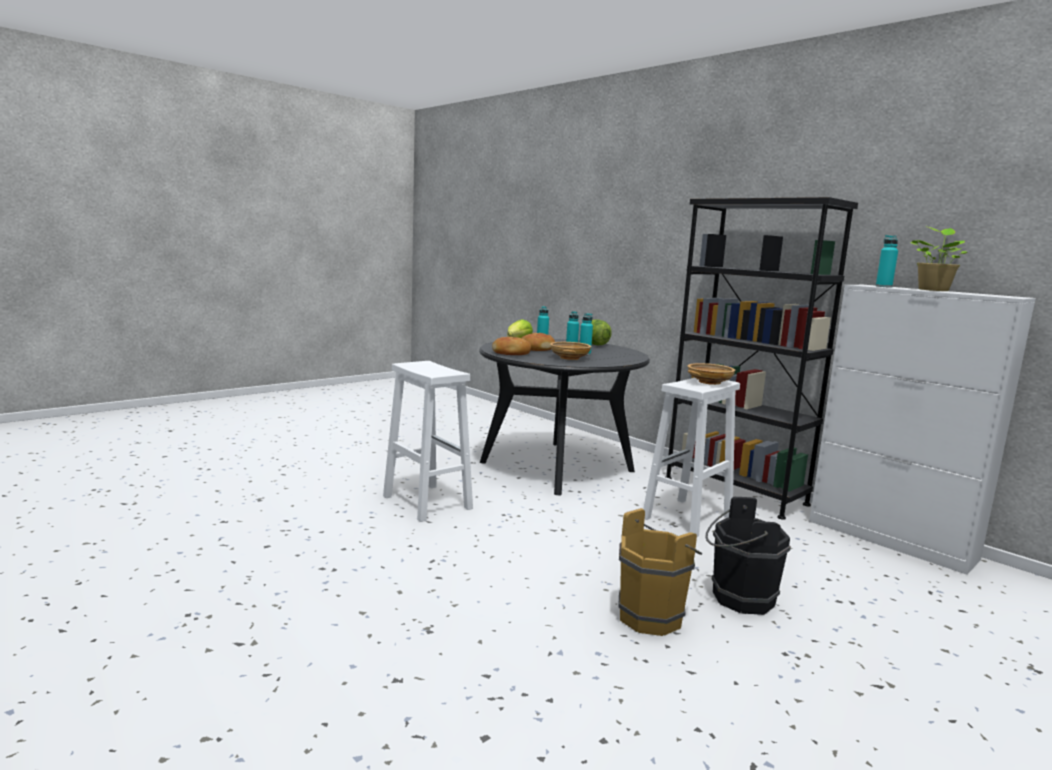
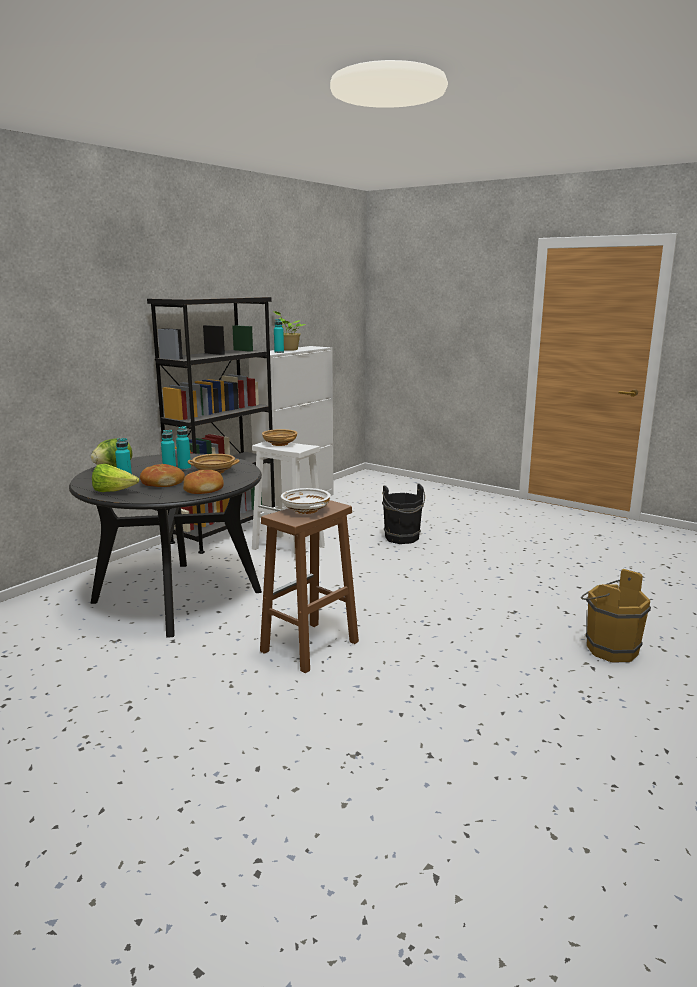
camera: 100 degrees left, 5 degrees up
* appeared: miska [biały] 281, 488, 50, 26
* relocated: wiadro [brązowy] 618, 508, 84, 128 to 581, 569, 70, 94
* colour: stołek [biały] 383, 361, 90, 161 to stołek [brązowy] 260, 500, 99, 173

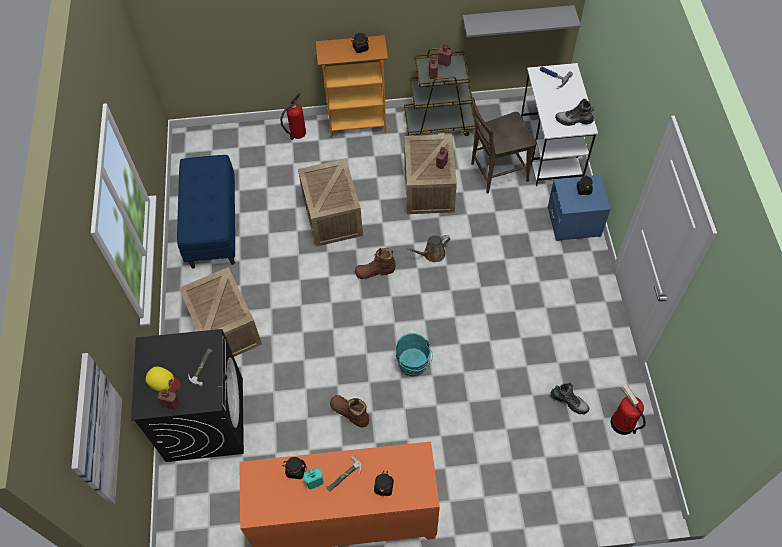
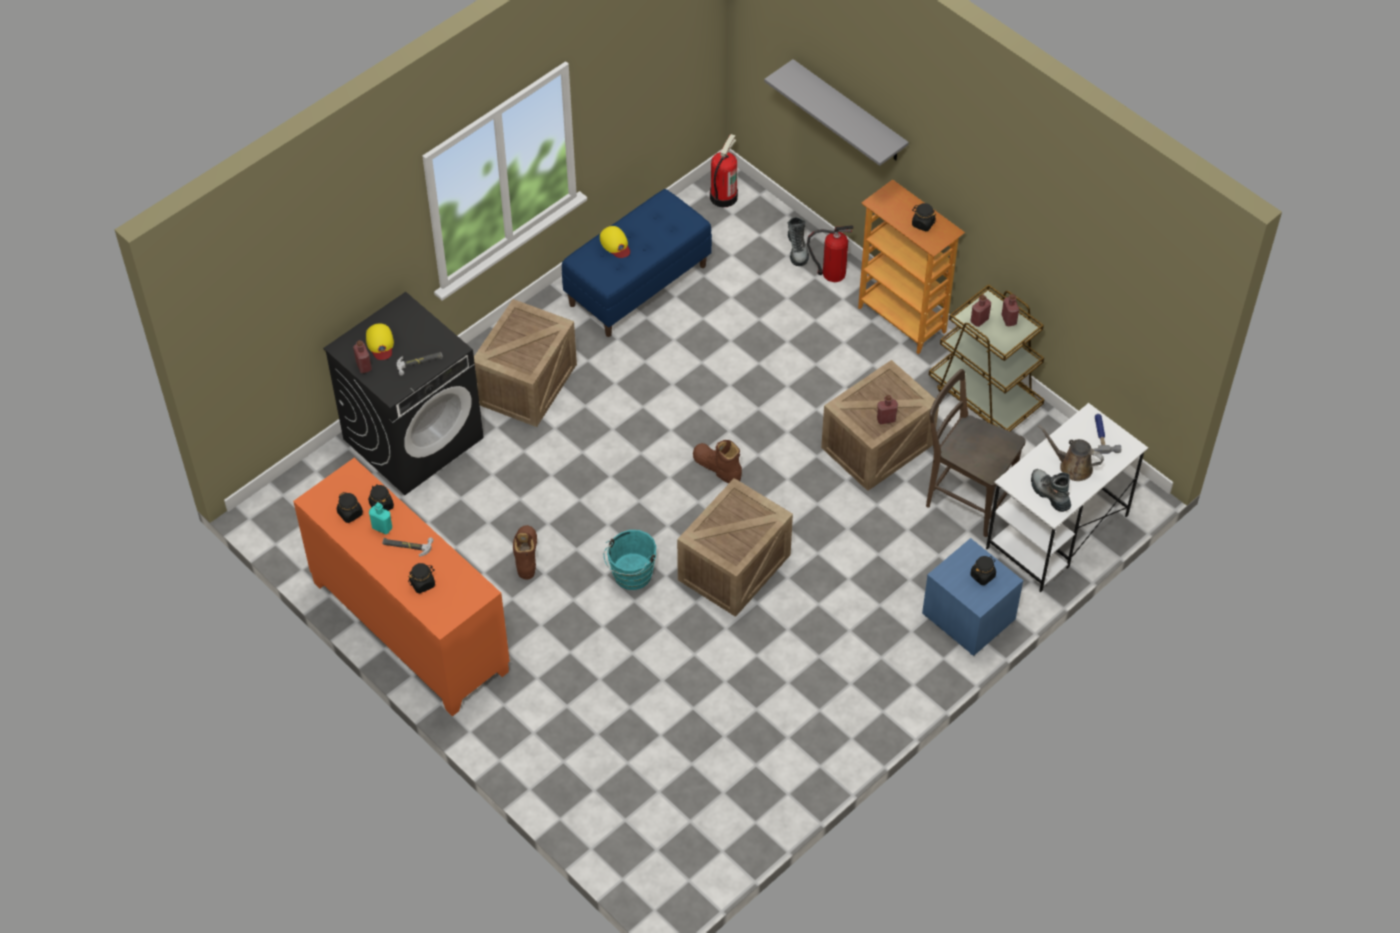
camera: 50 degrees right, 5 degrees down
* missing: obraz 71, 353, 51, 152
* appeared: słoik [czarny] 337, 492, 26, 31
* appeared: czapka z daszkiem [żółty] 600, 226, 30, 32
* relocated: skrzynka 298, 159, 65, 88 to 677, 478, 116, 139
* relocated: konewka [brązowy] 406, 235, 45, 27 to 1038, 425, 66, 56
* relocated: półka [szary] 463, 5, 118, 33 to 764, 59, 145, 107
* relocated: but z cholewką 551, 383, 39, 31 to 788, 217, 21, 49
* relocated: gaśnica 610, 384, 36, 51 to 710, 134, 28, 73

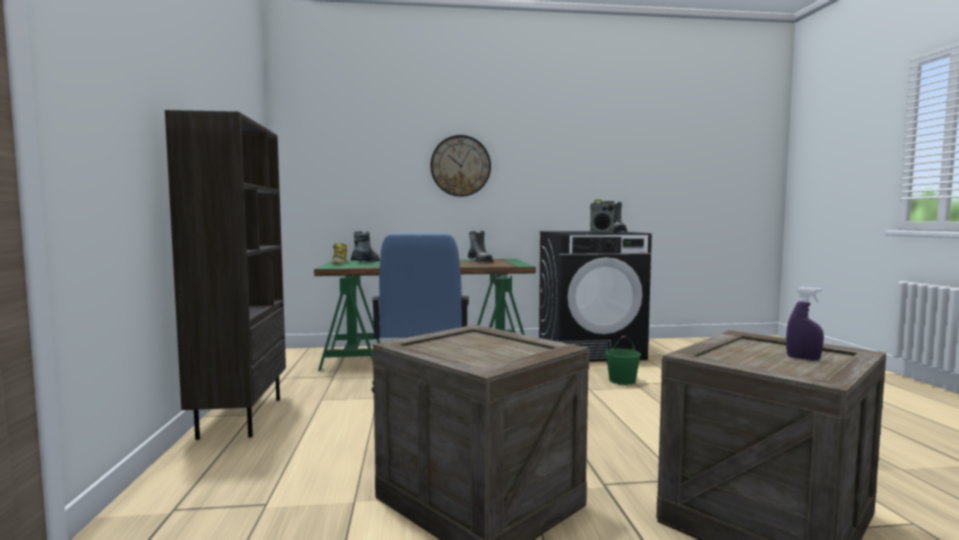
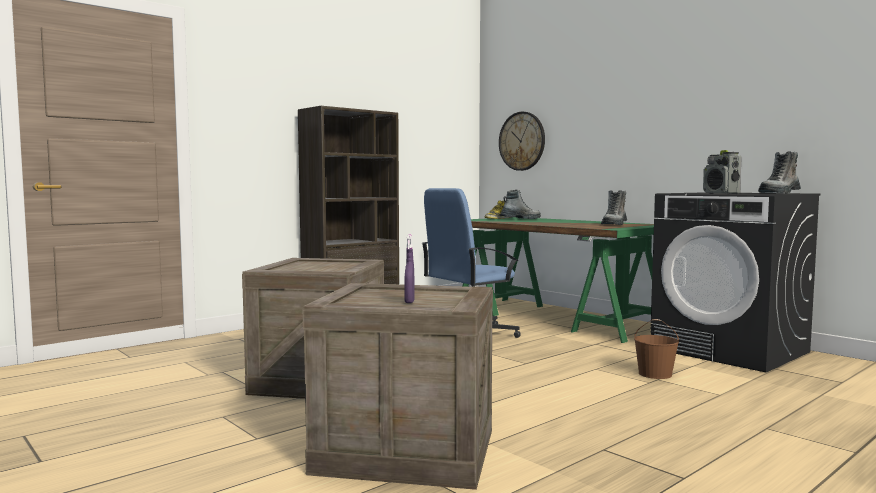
camera: 55 degrees right, 0 degrees up
* relocated: zegar ścienny 430, 135, 61, 62 to 499, 112, 46, 59
* colour: wiadro [zielony] 605, 336, 36, 49 to wiadro [brązowy] 634, 319, 45, 60

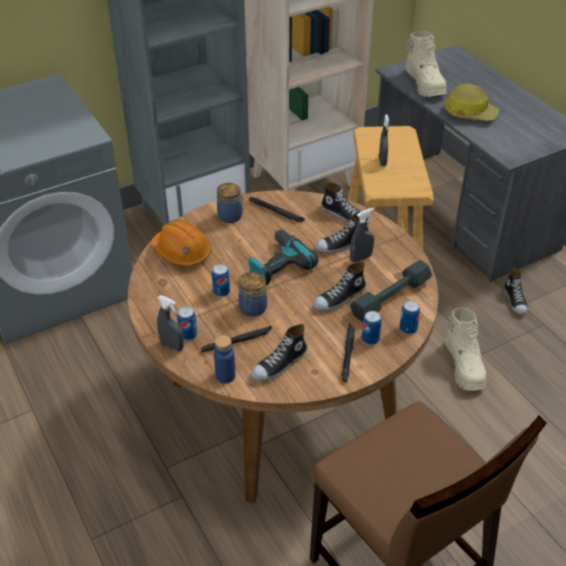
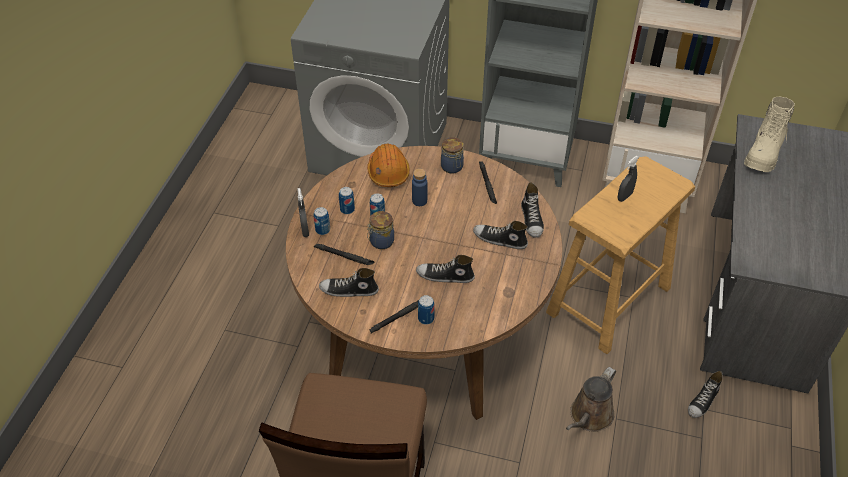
camera: 45 degrees right, 5 degrees up
* missing: wiertarka 249, 229, 70, 57
* missing: spryskiwacz [szary] 350, 208, 24, 54
* missing: hantel [szary] 350, 260, 82, 62
* missing: kask 444, 84, 55, 37
* relocated: butelka [niebieski] 214, 335, 21, 48 to 412, 168, 15, 38
* relocated: puszka 400, 301, 20, 33 to 339, 187, 16, 27
* exchanged: but z cholewką [beżowy] 445, 307, 41, 84 to konewka [brązowy] 566, 367, 50, 65

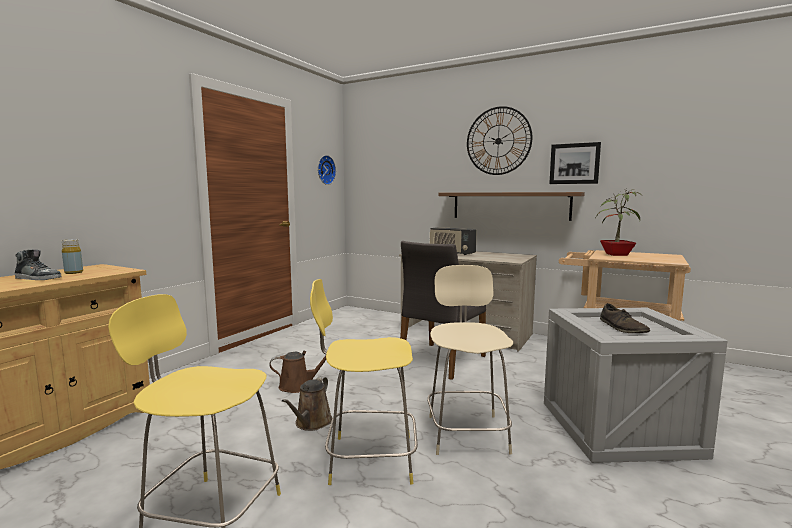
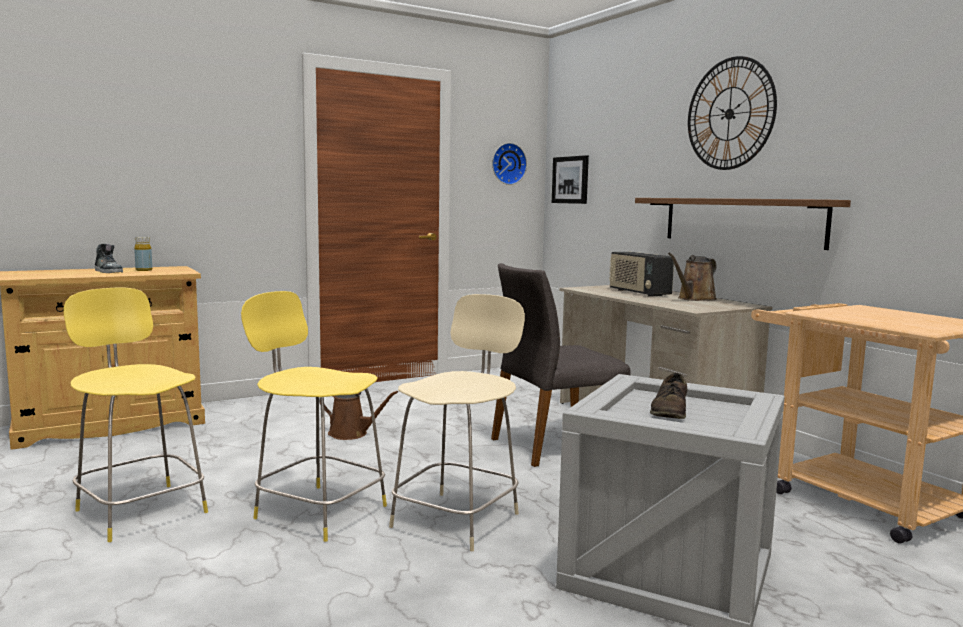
camera: 30 degrees right, 0 degrees up
* missing: roślina doniczkowa 595, 189, 45, 67
* relocated: konewka [brązowy] 282, 377, 50, 54 to 668, 253, 49, 48
* relocated: obraz 549, 142, 52, 42 to 552, 155, 37, 49

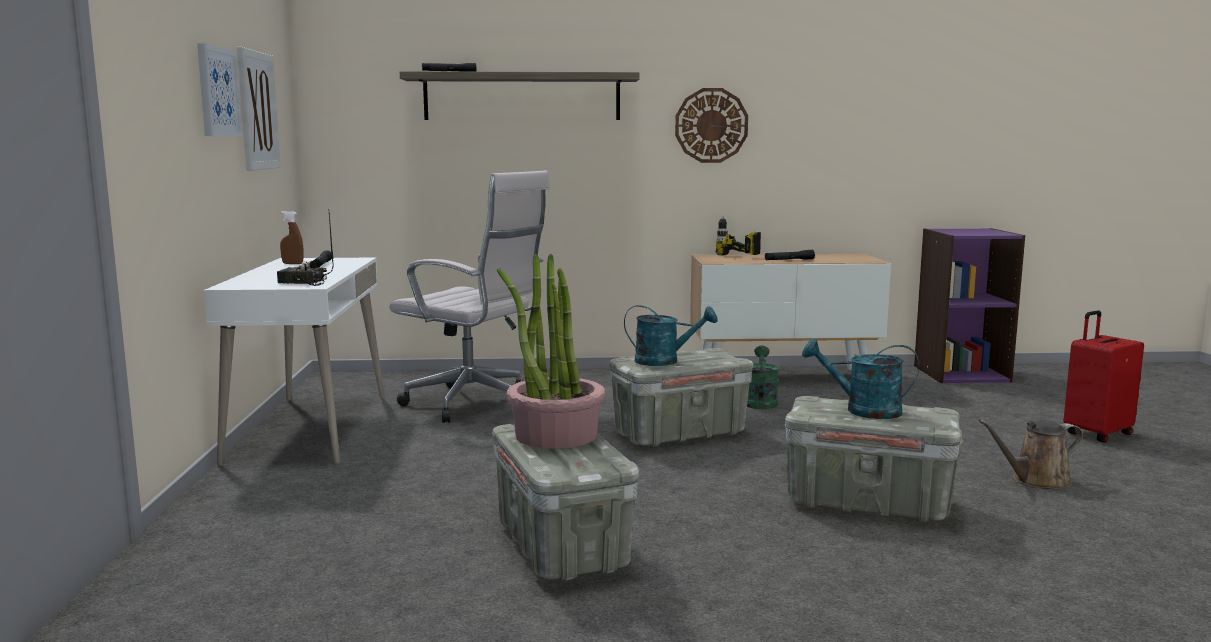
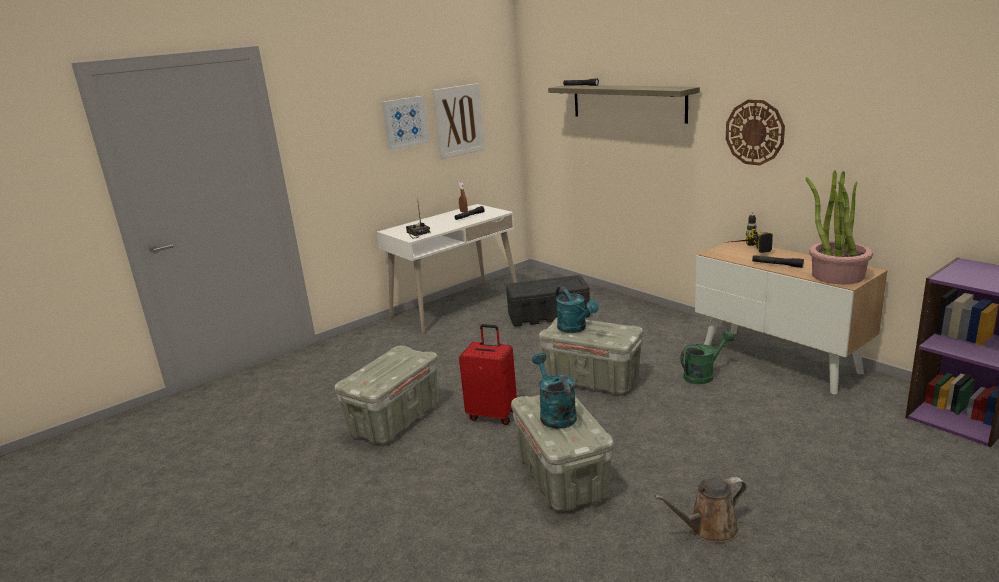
camera: 55 degrees right, 10 degrees up
* relocated: roślina doniczkowa 497, 254, 108, 195 to 805, 170, 68, 114
* relocated: walizka [czerwony] 1063, 310, 81, 133 to 459, 324, 58, 101
* exchanged: krzesło biurowe [biały] 389, 171, 161, 252 to pojemnik do przechowywania [czarny] 506, 275, 84, 52
* spun: konewka [brązowy] 979, 419, 104, 70 = 654, 477, 93, 65 60 degrees counterclockwise

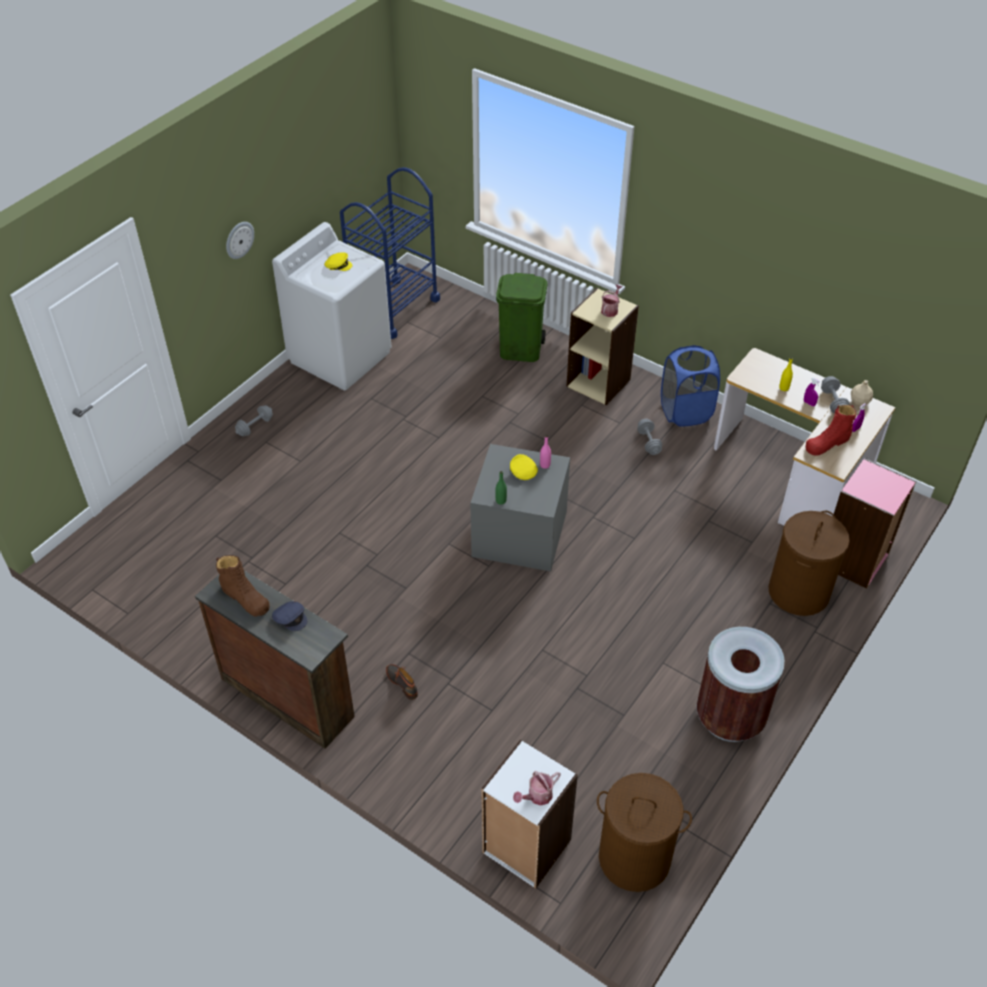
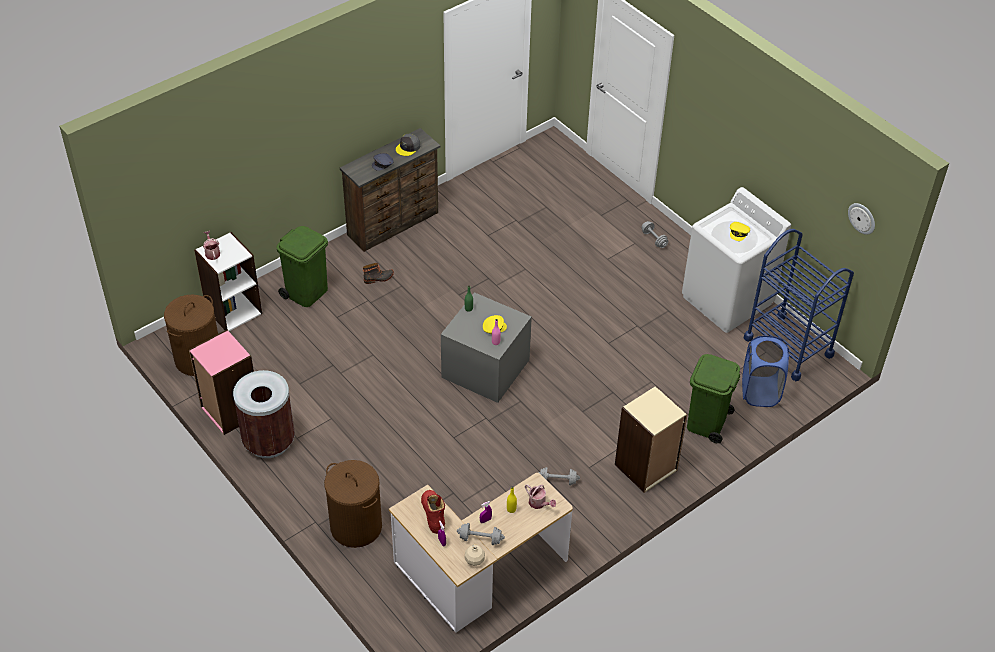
camera: 105 degrees right, 0 degrees up
* appeared: kosz na śmieci [zielony] 276, 226, 52, 81
* relocated: zegar ścienny 226, 222, 28, 37 to 848, 203, 27, 32
* relocated: konewka 601, 284, 21, 33 to 525, 484, 31, 25
* relocated: kosz na pranie [niebieski] 661, 345, 59, 82 to 742, 336, 47, 71
* relocated: regał [różowy] 834, 458, 82, 131 to 189, 330, 65, 105
* exchanged: but z cholewką [brązowy] 216, 555, 54, 62 to czapka z daszkiem [szary] 396, 134, 24, 22

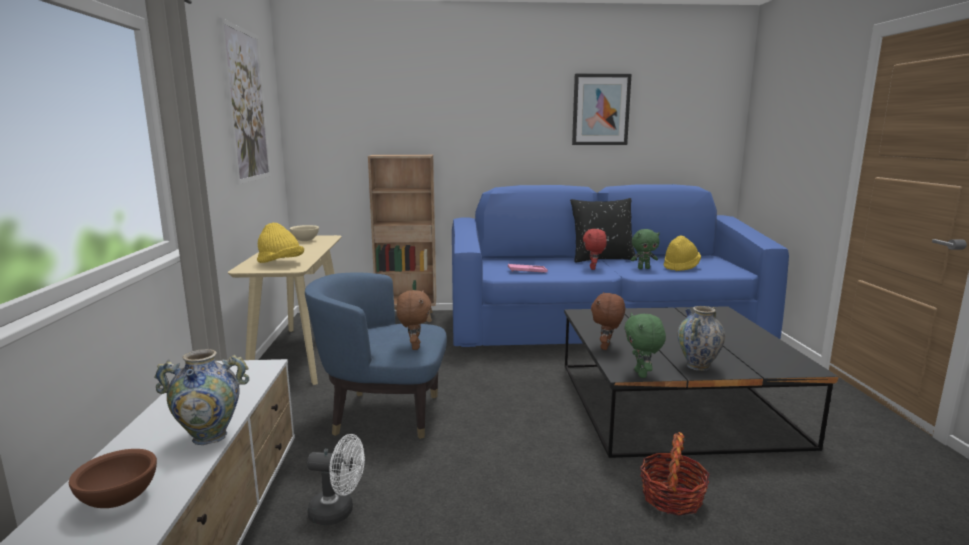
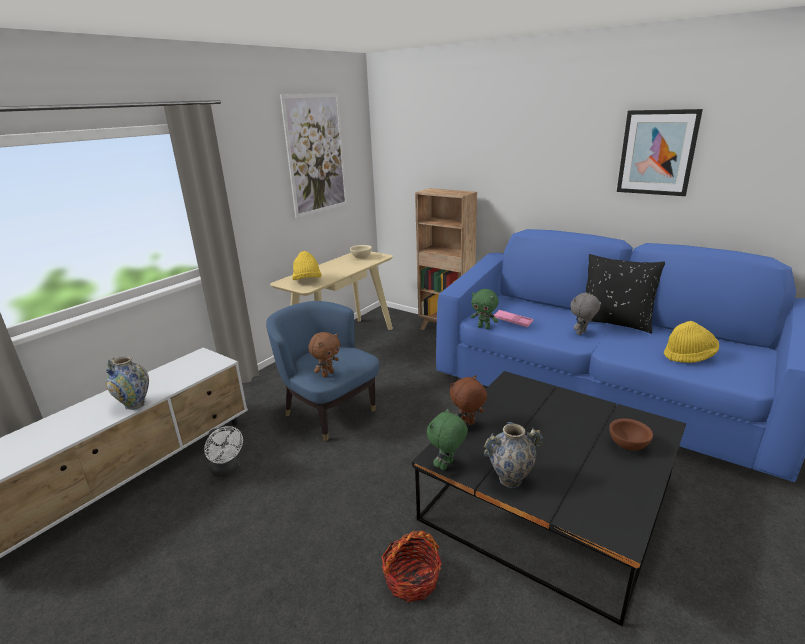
camera: 40 degrees right, 10 degrees up
* relocated: miska [brązowy] 69, 449, 88, 59 to 609, 419, 44, 31
* relocated: pluszak [zielony] 631, 229, 29, 40 to 471, 289, 28, 40
* colour: pluszak [czerwony] 583, 229, 24, 41 to pluszak [szary] 570, 292, 30, 43

